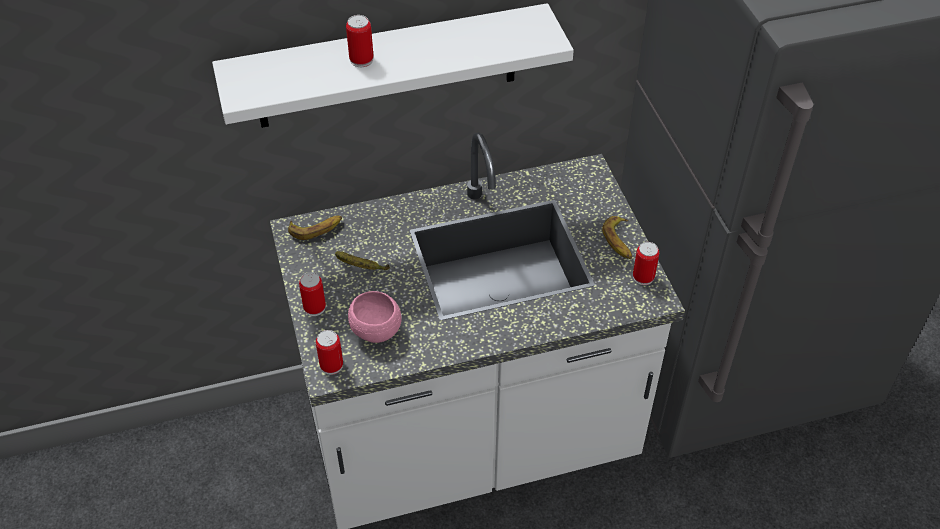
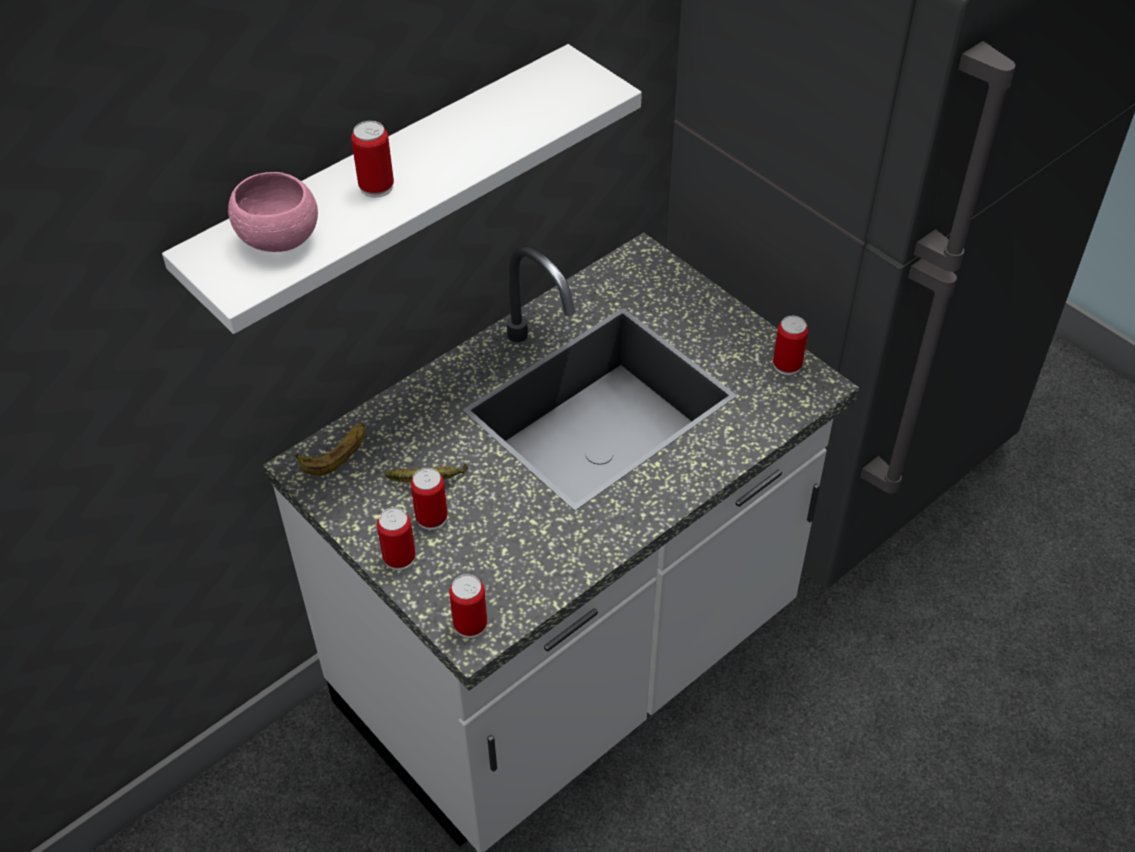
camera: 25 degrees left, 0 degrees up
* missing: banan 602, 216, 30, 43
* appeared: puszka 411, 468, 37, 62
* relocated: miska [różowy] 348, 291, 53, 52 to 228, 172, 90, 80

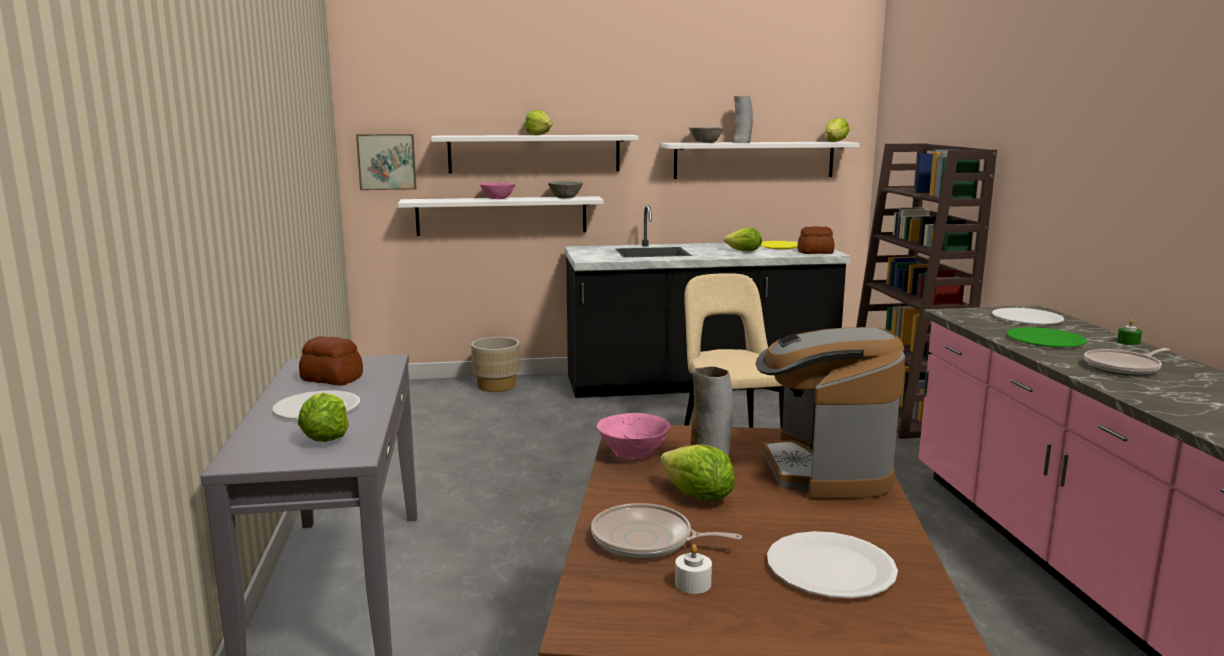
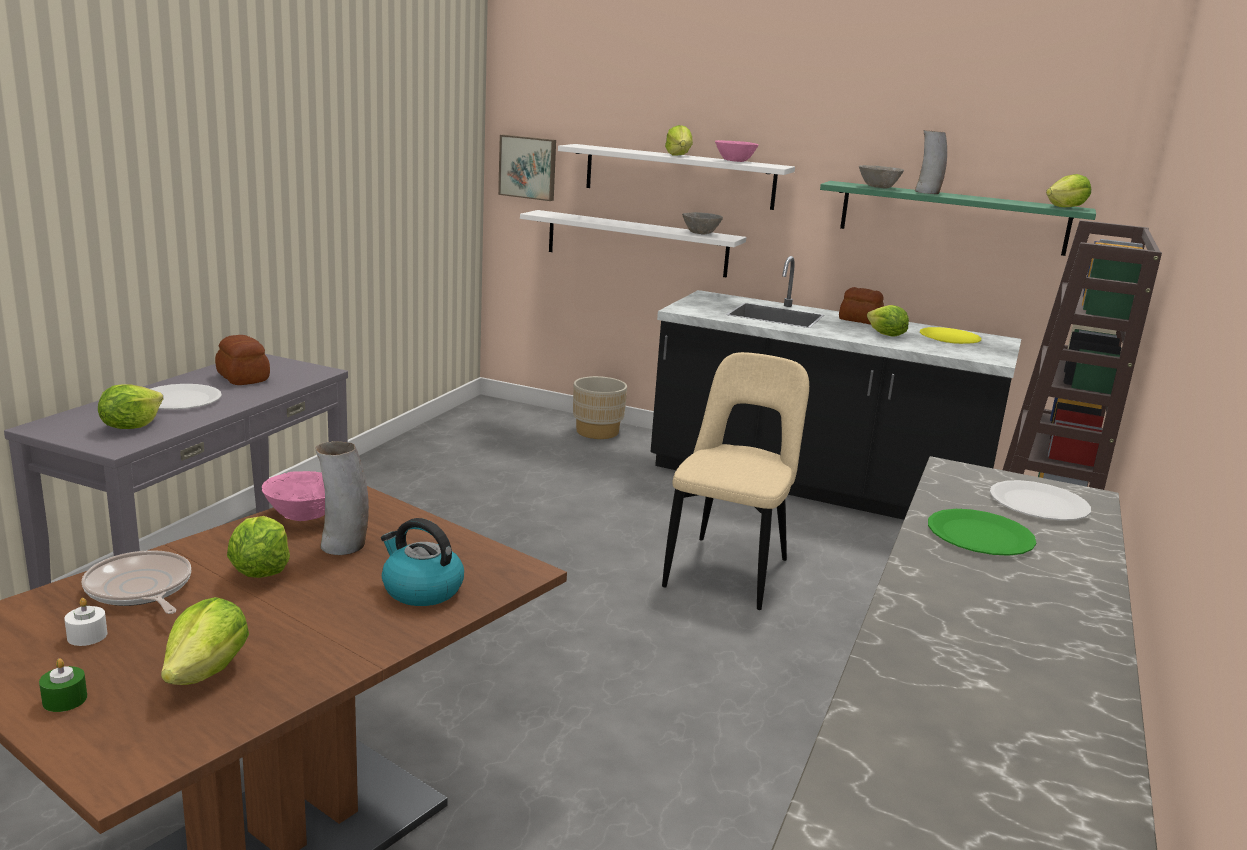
camera: 30 degrees right, 5 degrees up
* missing: patelnia 1084, 348, 86, 28
* relocated: miska [różowy] 480, 182, 35, 17 to 715, 140, 43, 22
* relocated: chleb 797, 226, 37, 28 to 839, 287, 45, 38
* relocated: świeca [zielony] 1117, 319, 25, 27 to 39, 658, 48, 54
* exchanged: ekspres do kawy 755, 327, 150, 172 to czajnik 381, 518, 83, 88
* exchanged: talerz [biały] 767, 531, 131, 67 to sałata 161, 597, 88, 88
* colour: półka [biały] 661, 142, 199, 37 to półka [zielony] 820, 181, 276, 75

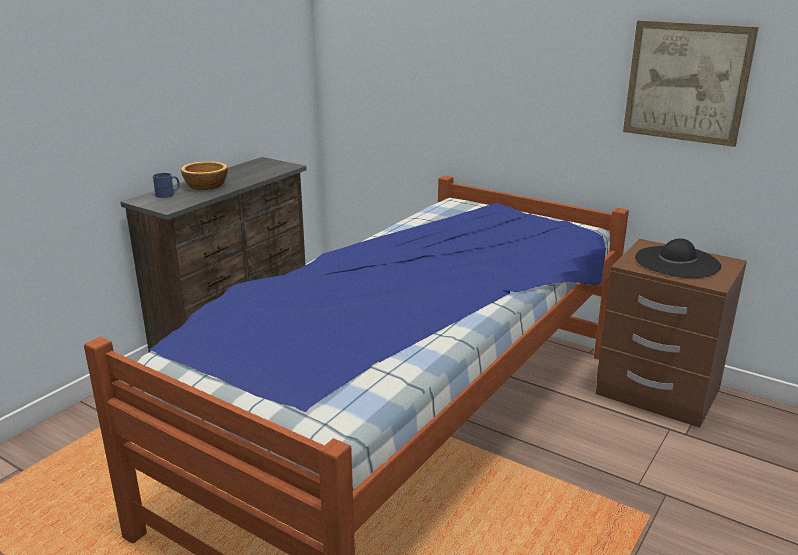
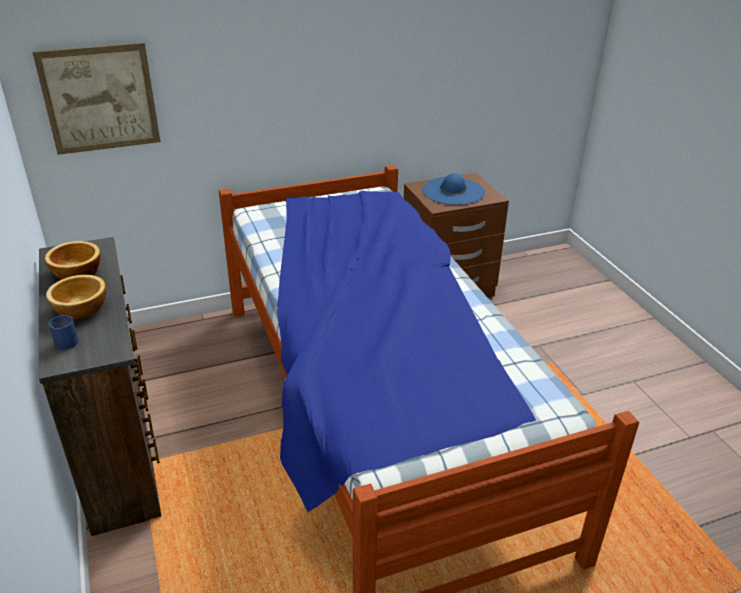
camera: 55 degrees left, 10 degrees up
* appeared: miska 45, 241, 56, 39
* relocated: obraz 623, 20, 136, 127 to 33, 42, 127, 113
* colour: kapelusz [czarny] 635, 238, 86, 40 to kapelusz [niebieski] 422, 173, 63, 32

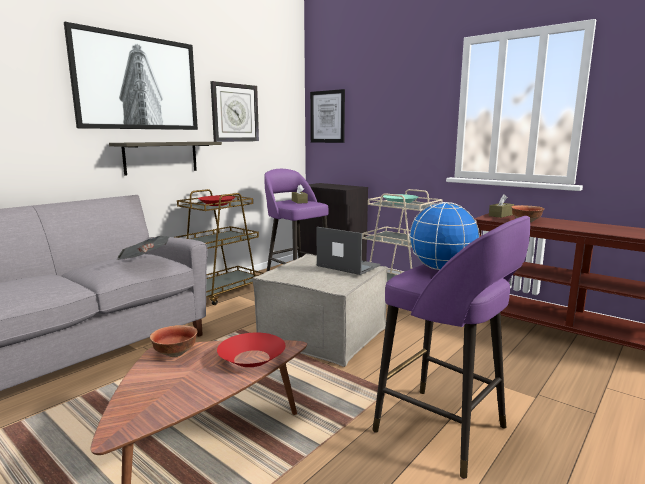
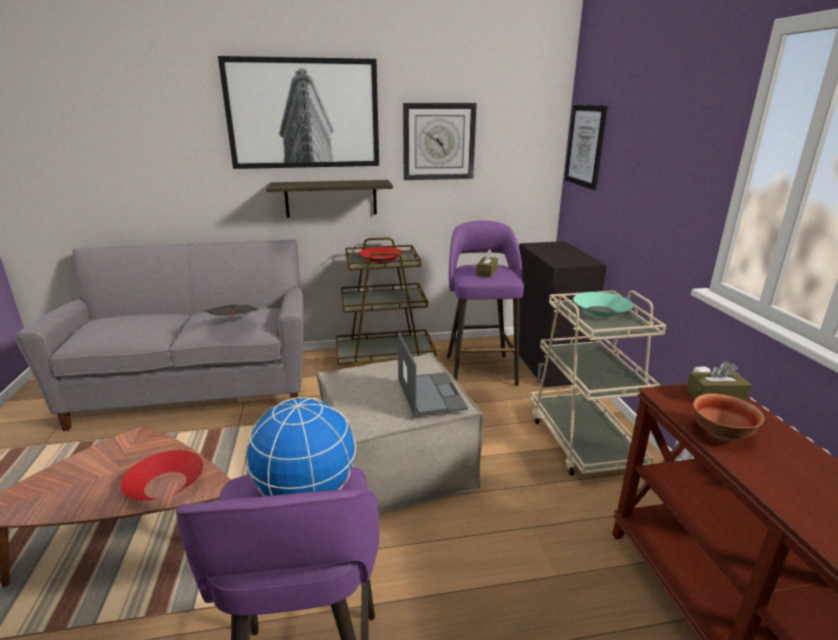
camera: 40 degrees right, 10 degrees up
* missing: miska 150, 325, 47, 32

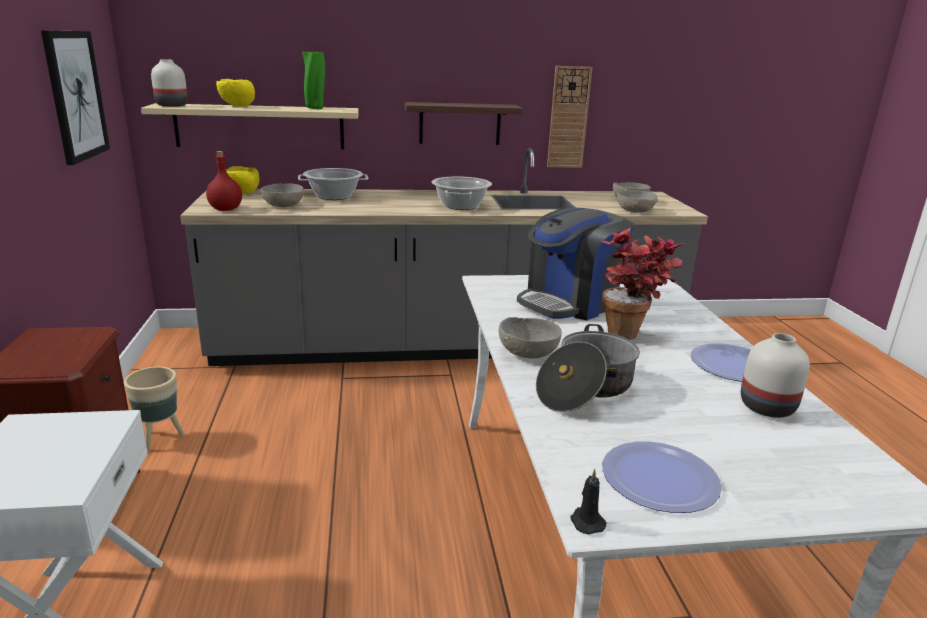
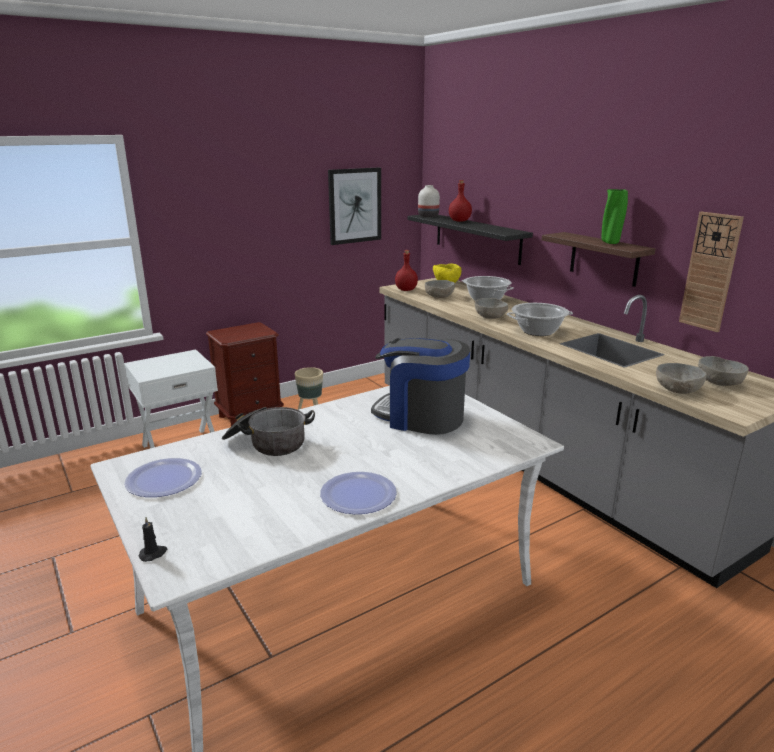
camera: 65 degrees right, 0 degrees up
* missing: roślina doniczkowa 601, 228, 84, 112
* missing: wazon [biały] 741, 333, 69, 85
* relocated: wazon [zielony] 302, 52, 23, 57 to 601, 189, 27, 55
* relocated: miska [szary] 499, 317, 63, 42 to 475, 298, 33, 21
* relocated: świeca [czarny] 570, 469, 37, 65 to 139, 517, 28, 45
* exchanged: miska [żółty] 216, 79, 39, 28 to butelka [czerwony] 449, 180, 23, 42
* colour: półka [beżowy] 141, 103, 218, 47 to półka [czarny] 408, 215, 125, 50

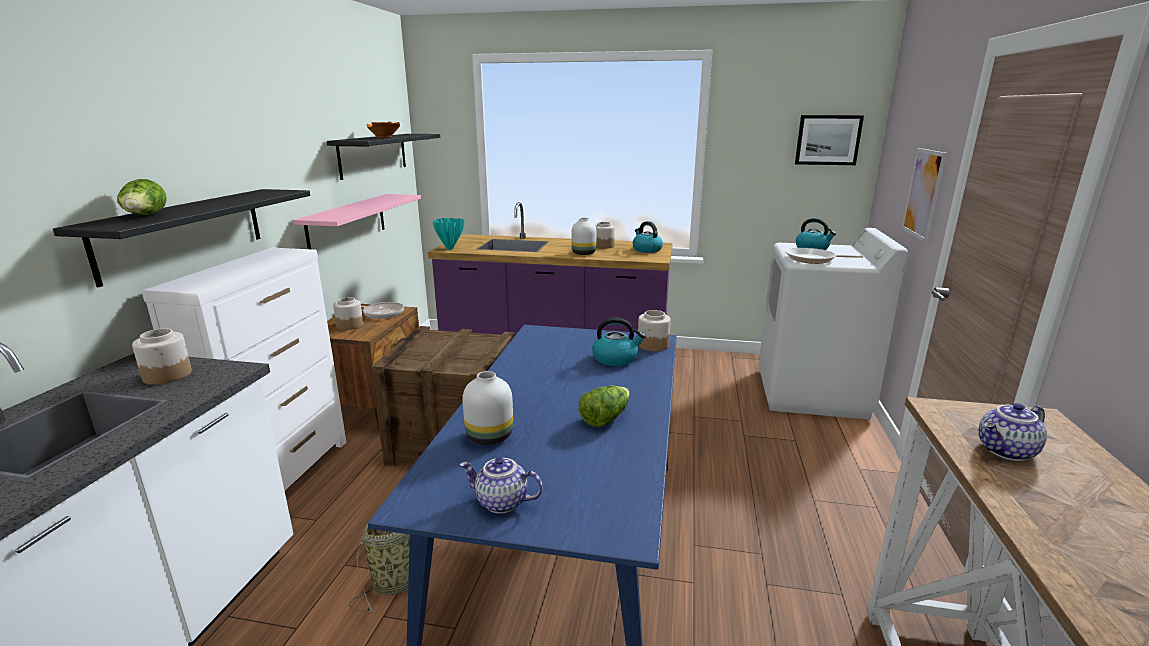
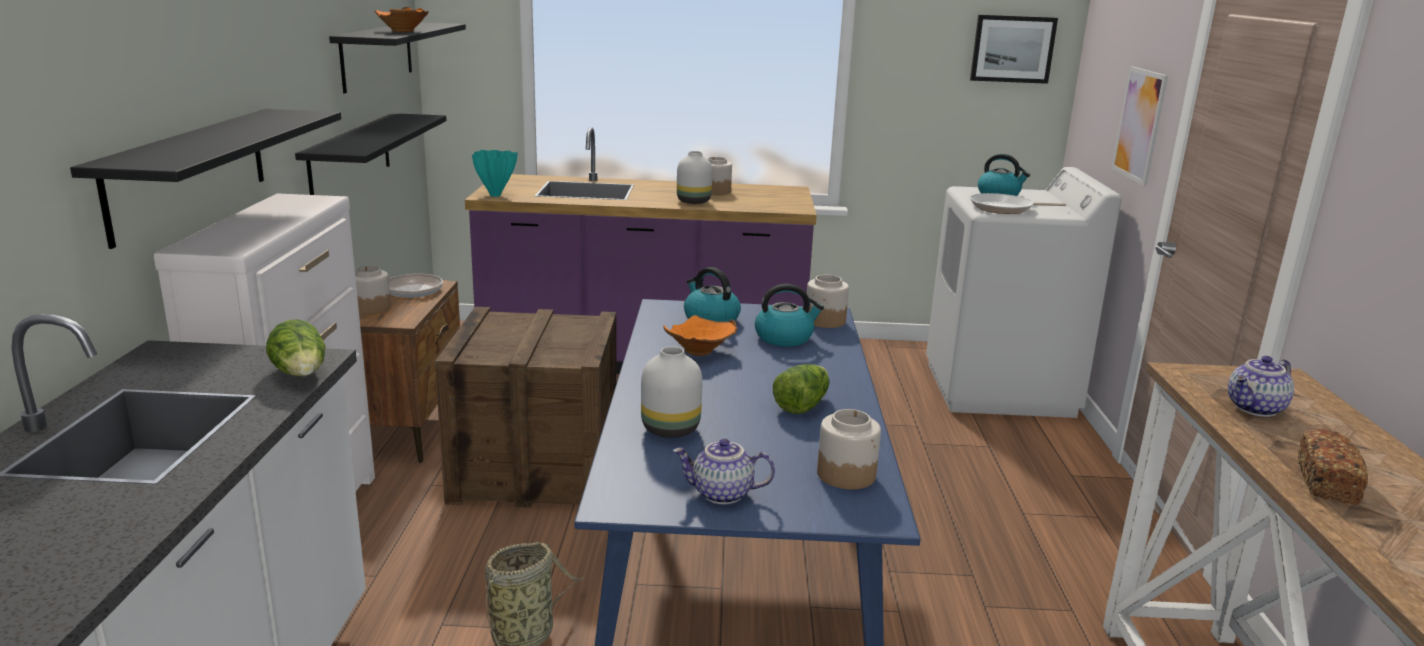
camera: 10 degrees left, 0 degrees up
* appeared: miska [pomarańczowy] 663, 315, 74, 41
* appeared: chleb 1298, 429, 70, 76
* relocated: sałata 117, 179, 50, 36 to 266, 319, 59, 57
* relocated: słoik 132, 328, 60, 56 to 817, 409, 64, 80
* relocated: czajnik 633, 221, 30, 32 to 684, 267, 57, 55
* colour: półka [różowy] 293, 194, 128, 55 to półka [czarny] 295, 113, 151, 82

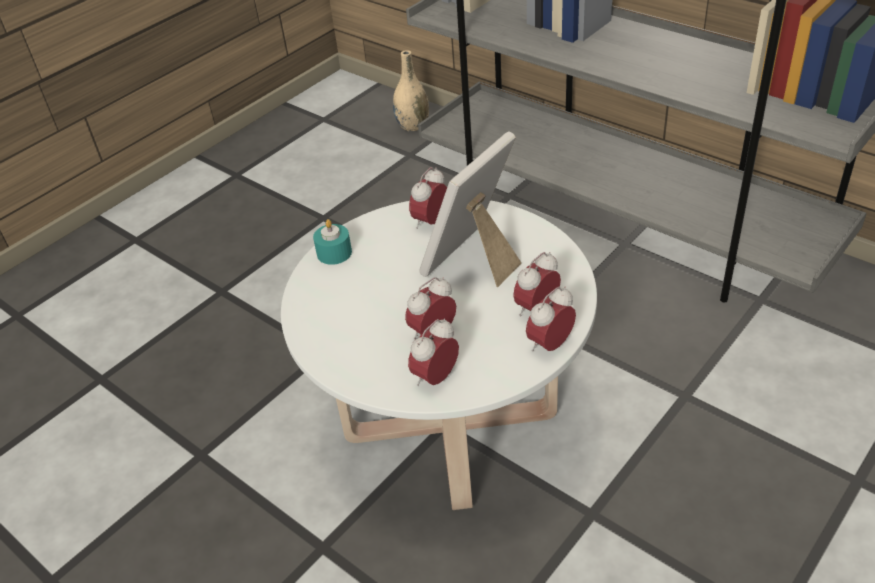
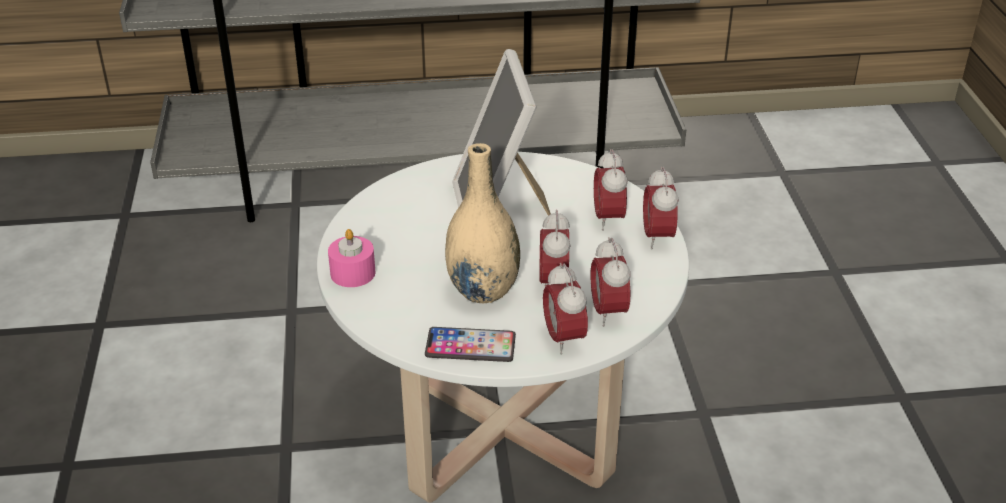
camera: 50 degrees left, 5 degrees down
* appeared: telefon 425, 327, 91, 35
* relocated: wazon [beżowy] 393, 50, 36, 81 to 445, 143, 75, 160
* relocated: budzik 409, 167, 38, 62 to 543, 263, 45, 92
* colour: świeca [turkusowy] 313, 219, 39, 46 to świeca [różowy] 328, 229, 48, 58

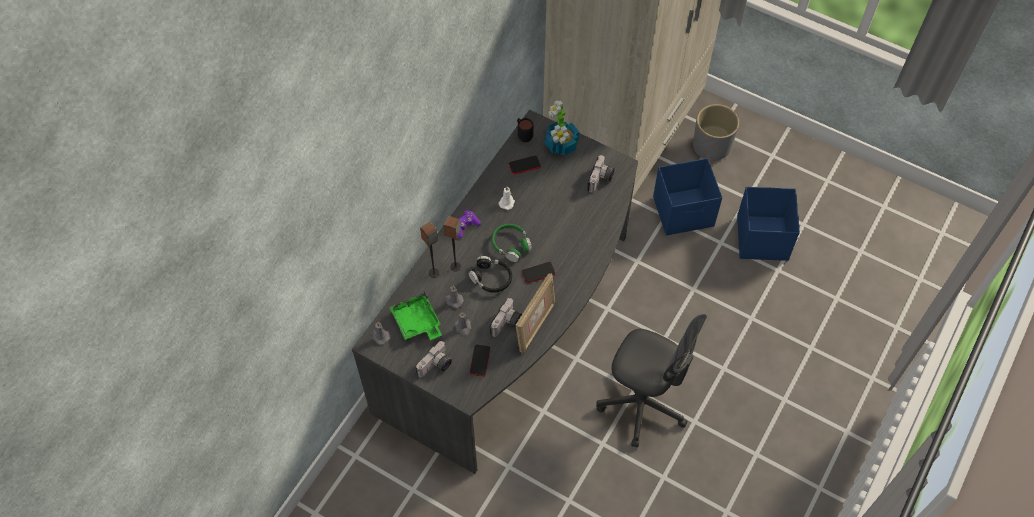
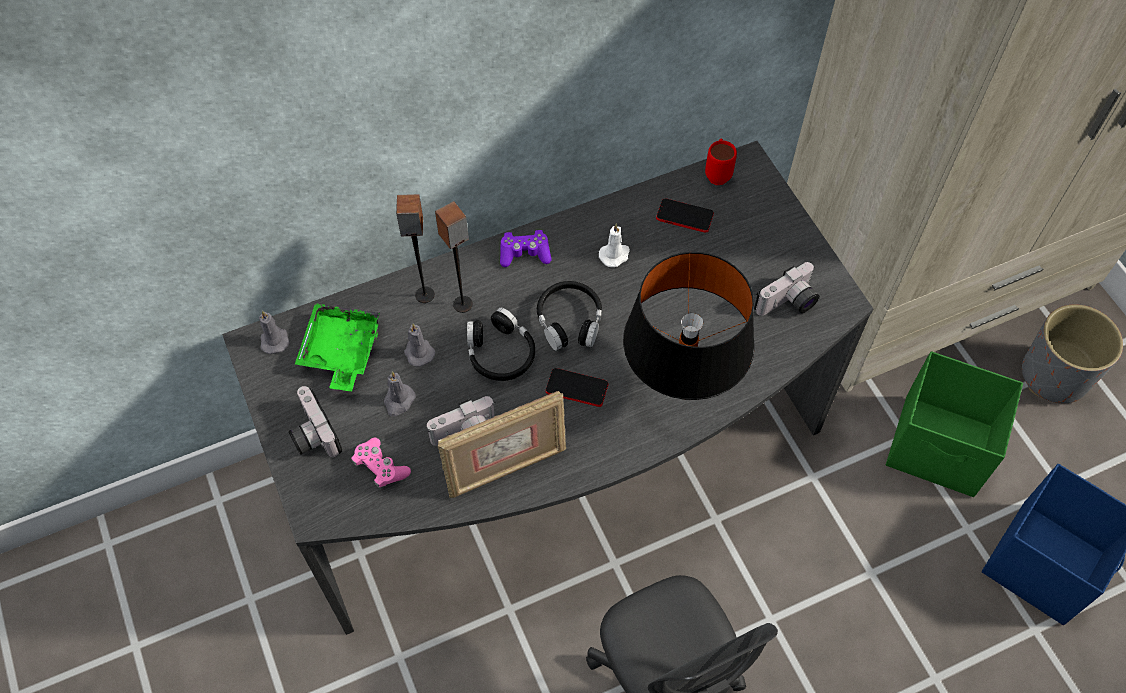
camera: 35 degrees right, 0 degrees up
* missing: roślina doniczkowa 545, 100, 34, 56
* appeared: lampa stołowa [czarny] 623, 252, 132, 148
* exchanged: telefon 470, 345, 21, 32 to pad do gier [różowy] 351, 438, 60, 51
* colour: słuchawki [zielony] 491, 224, 41, 38 to słuchawki [czarny] 537, 281, 65, 70
* colour: kubek [czarny] 517, 118, 17, 24 to kubek [czerwony] 705, 139, 32, 46
* colour: pojemnik do przechowywania [niebieski] 653, 158, 69, 78 to pojemnik do przechowywania [zielony] 886, 351, 137, 146
* spun: aparat fotograficzny 415, 341, 37, 37 = 289, 386, 53, 72 75 degrees clockwise

